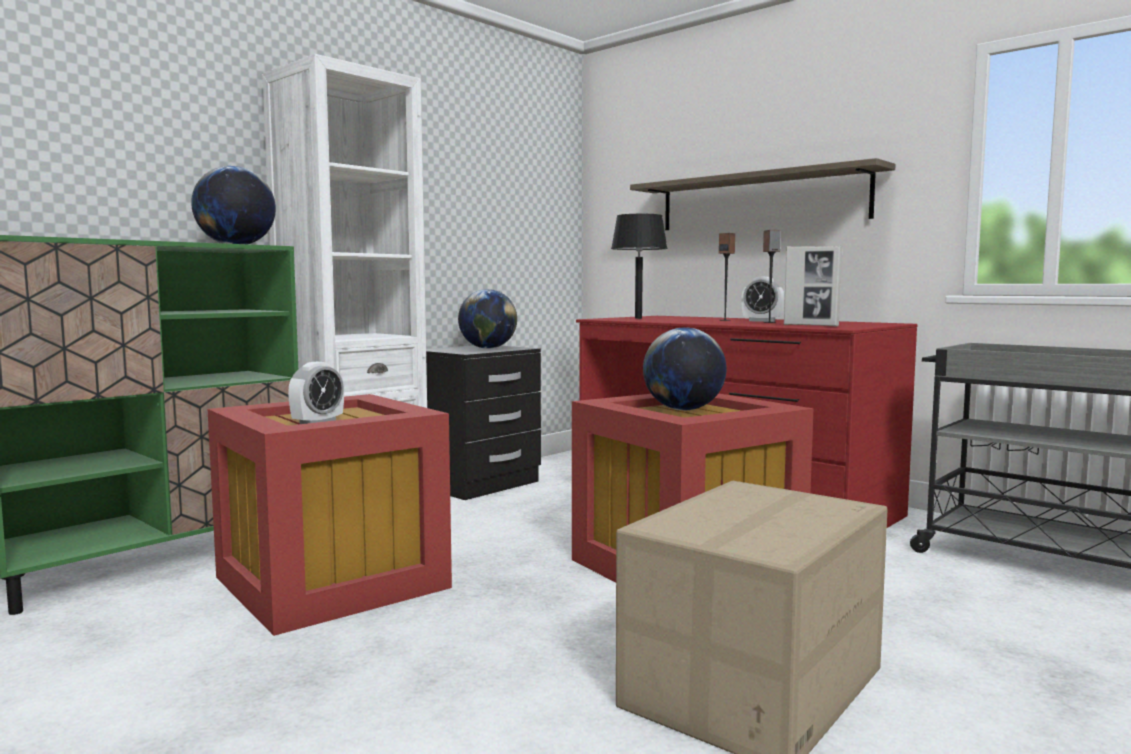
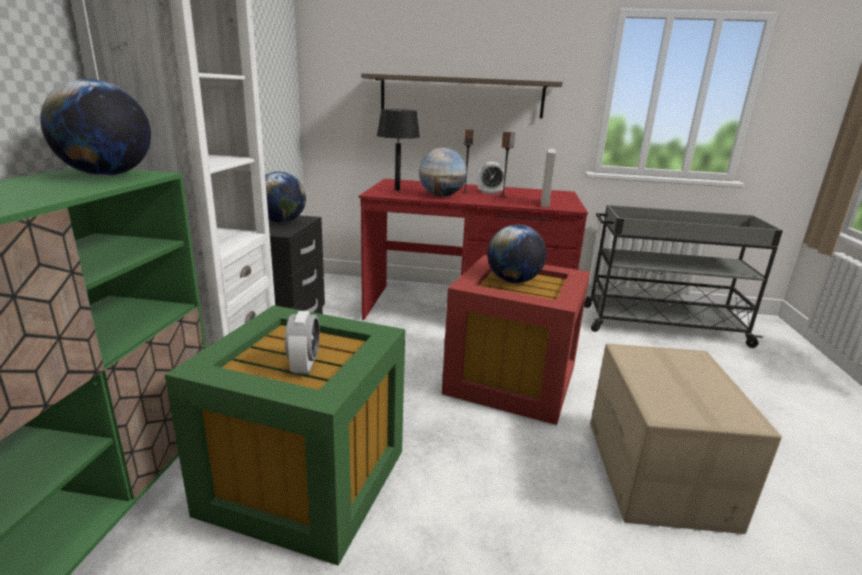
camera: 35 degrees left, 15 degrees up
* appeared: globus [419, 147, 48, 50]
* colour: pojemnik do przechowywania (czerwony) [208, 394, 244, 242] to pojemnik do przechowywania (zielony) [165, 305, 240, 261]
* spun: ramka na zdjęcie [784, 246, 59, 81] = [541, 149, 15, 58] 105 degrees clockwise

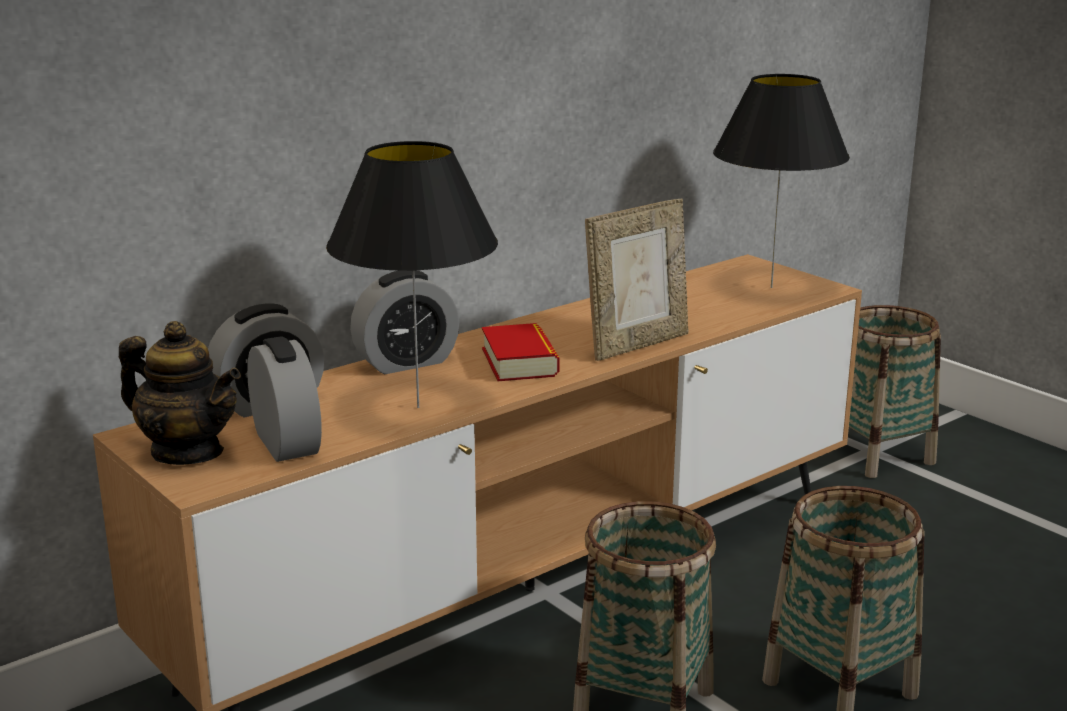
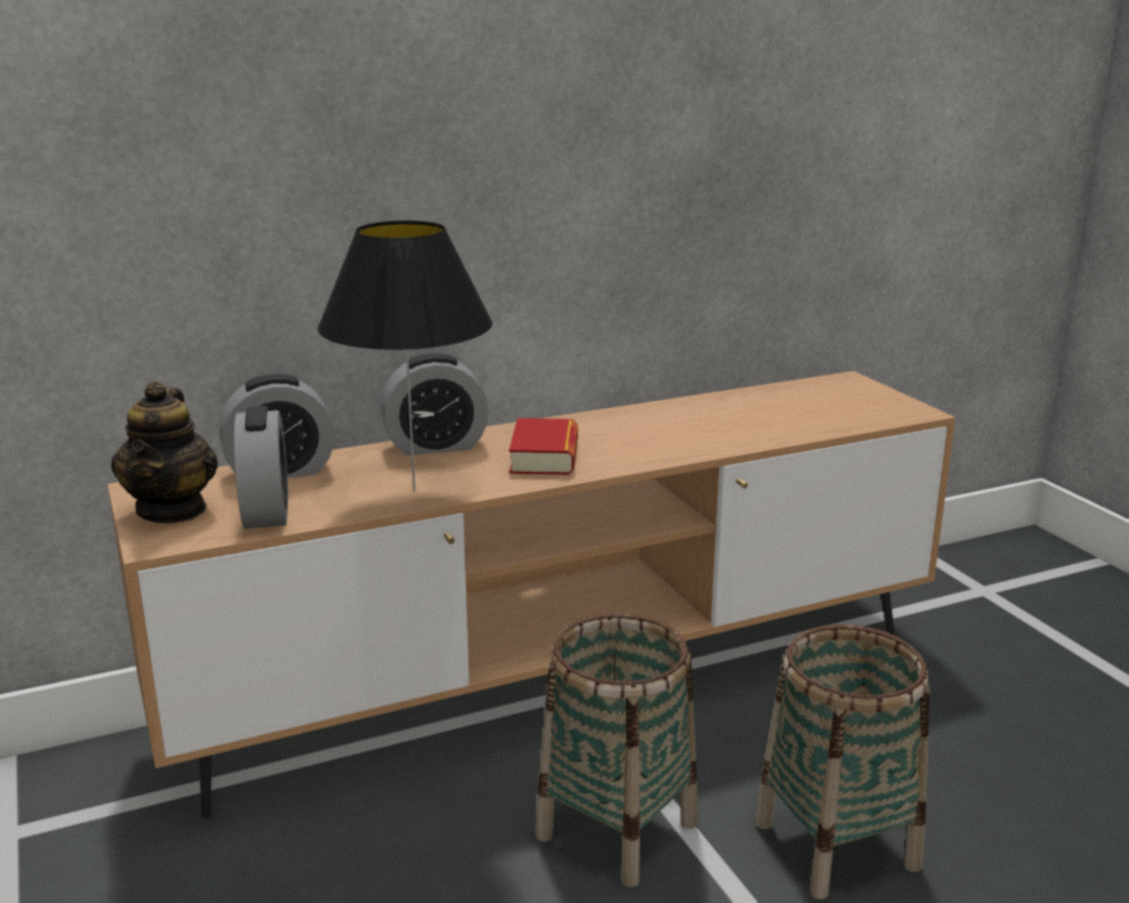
camera: 15 degrees right, 0 degrees up
* missing: ramka na zdjęcie [585, 199, 104, 162]
* missing: lampa stołowa (czarny) [713, 74, 137, 214]
* missing: koszyk [849, 305, 92, 173]
* spun: imbryk [119, 321, 122, 144] = [111, 381, 107, 142] 45 degrees clockwise

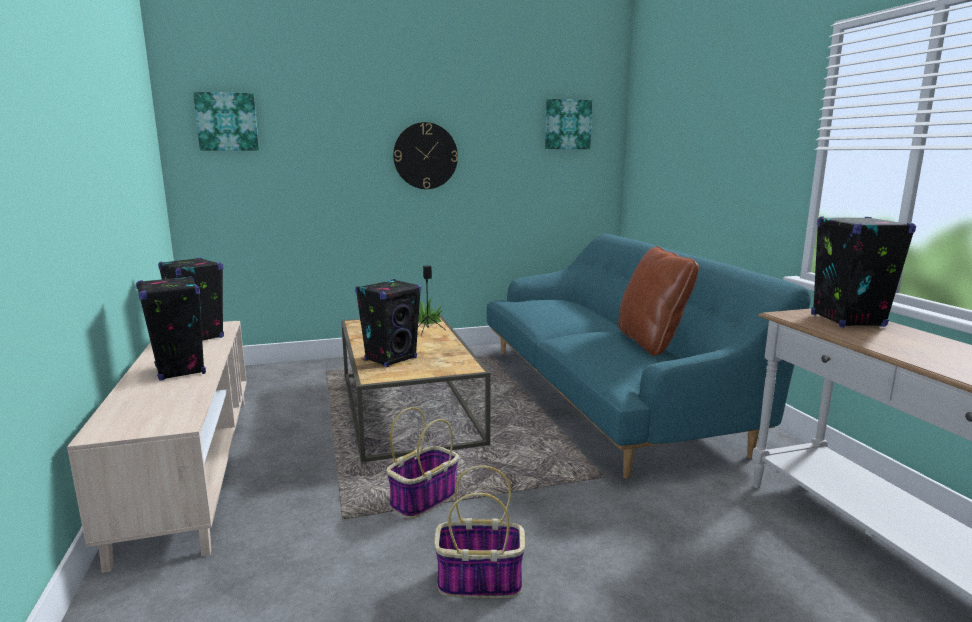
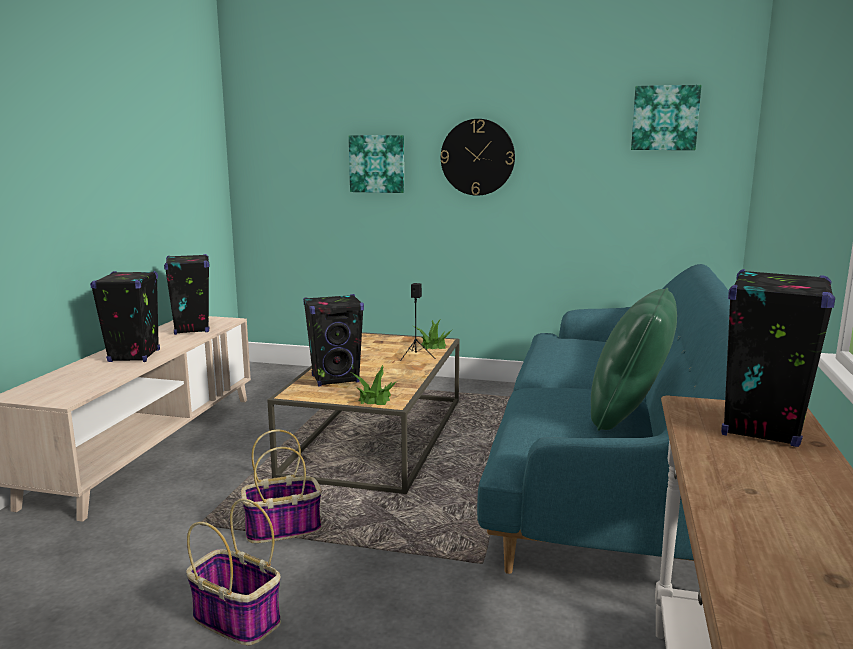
camera: 30 degrees right, 0 degrees up
* appeared: roślina doniczkowa [351, 365, 45, 40]
* relocated: obraz [193, 92, 66, 59] to [349, 135, 55, 58]
* colour: poduszka (brązowy) [618, 246, 81, 110] to poduszka (zielony) [591, 288, 86, 143]

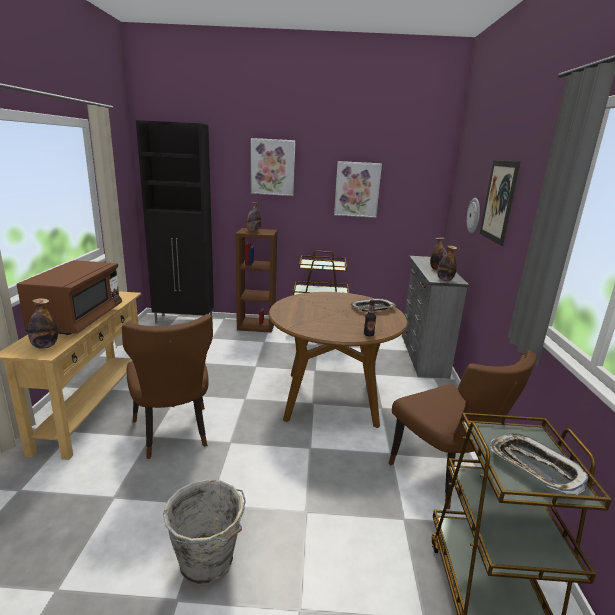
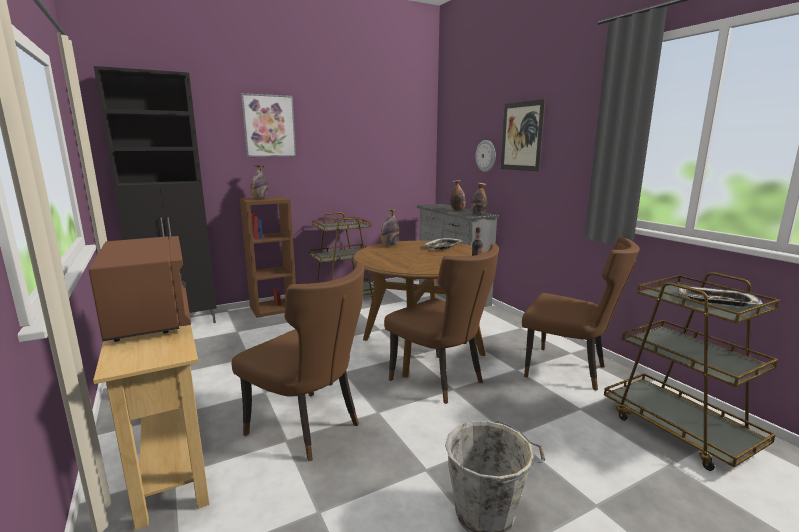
camera: 30 degrees left, 5 degrees down
* missing: obraz [334, 161, 48, 57]
* appeared: krzesło (brązowy) [384, 244, 115, 160]
* relocated: butelka [28, 298, 30, 51] to [381, 209, 18, 37]

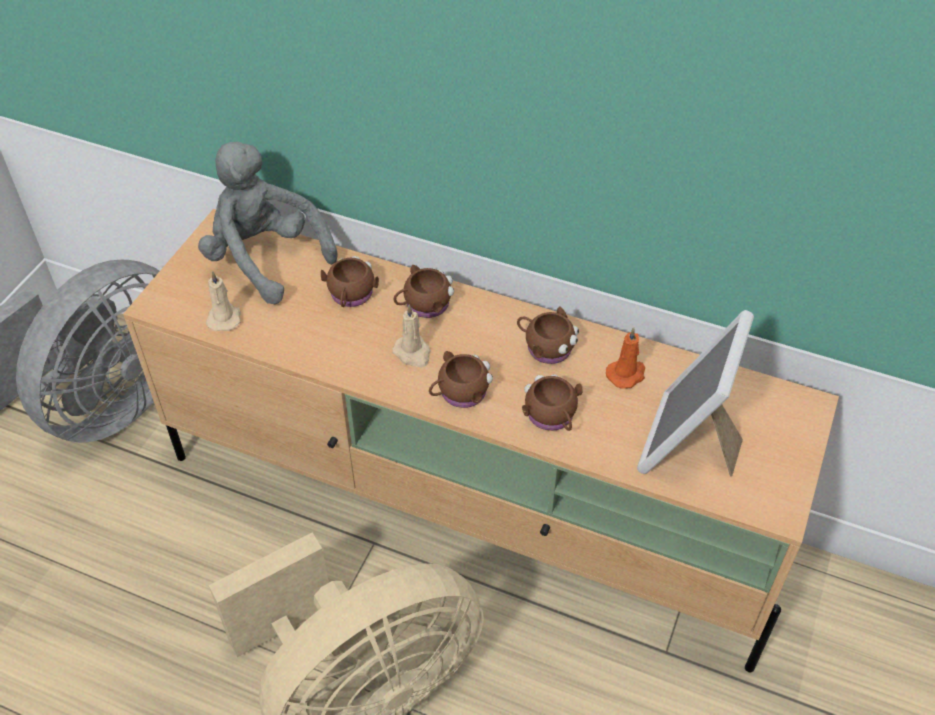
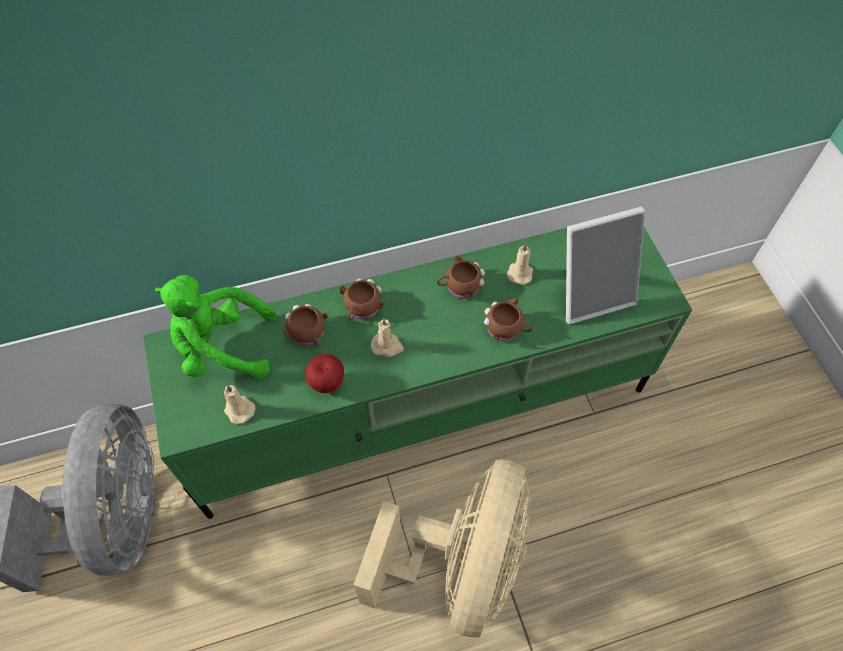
camera: 40 degrees left, 10 degrees up
* missing: kubek (brązowy) [429, 351, 64, 57]
* appeared: jabłko [305, 354, 39, 39]
* colour: szafka pod telewizor (beżowy) [123, 209, 716, 464] to szafka pod telewizor (zielony) [143, 227, 549, 292]
* colour: pluszak (szary) [198, 142, 140, 162] to pluszak (zielony) [155, 275, 121, 103]
* colour: świeca (pomarańczowy) [606, 327, 39, 62] to świeca (beżowy) [507, 243, 26, 42]
* spun: ramka na zdjęcie [637, 310, 117, 167] = [562, 207, 83, 117] 90 degrees counterclockwise

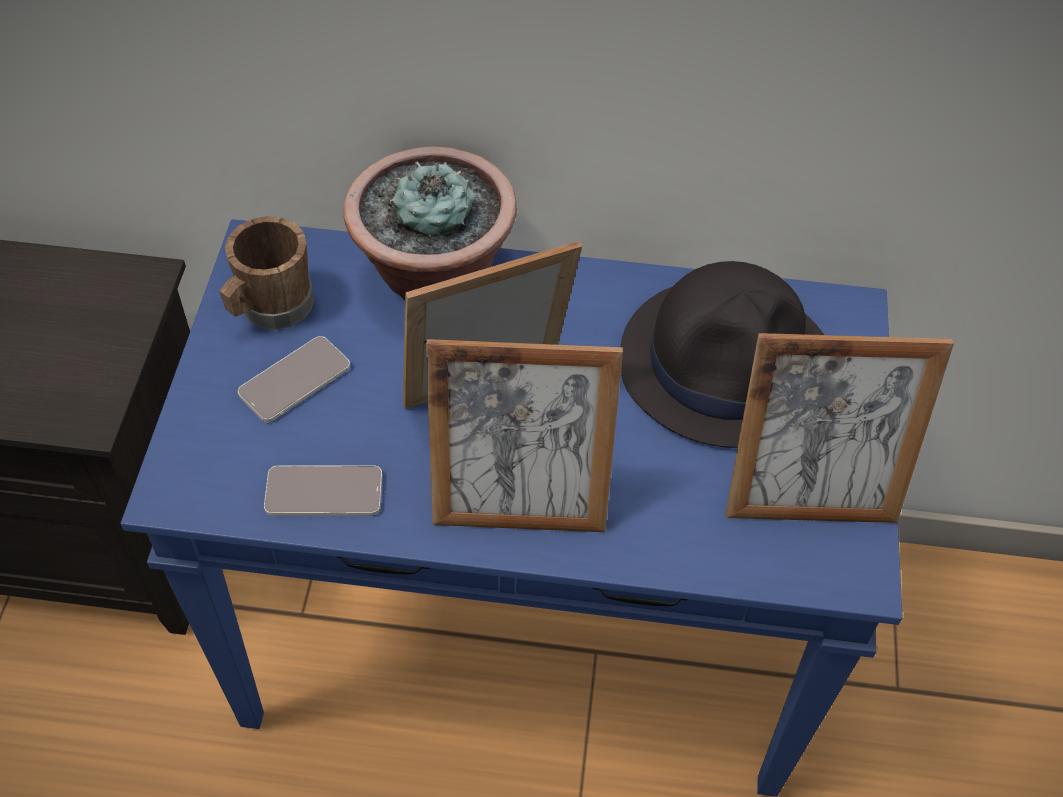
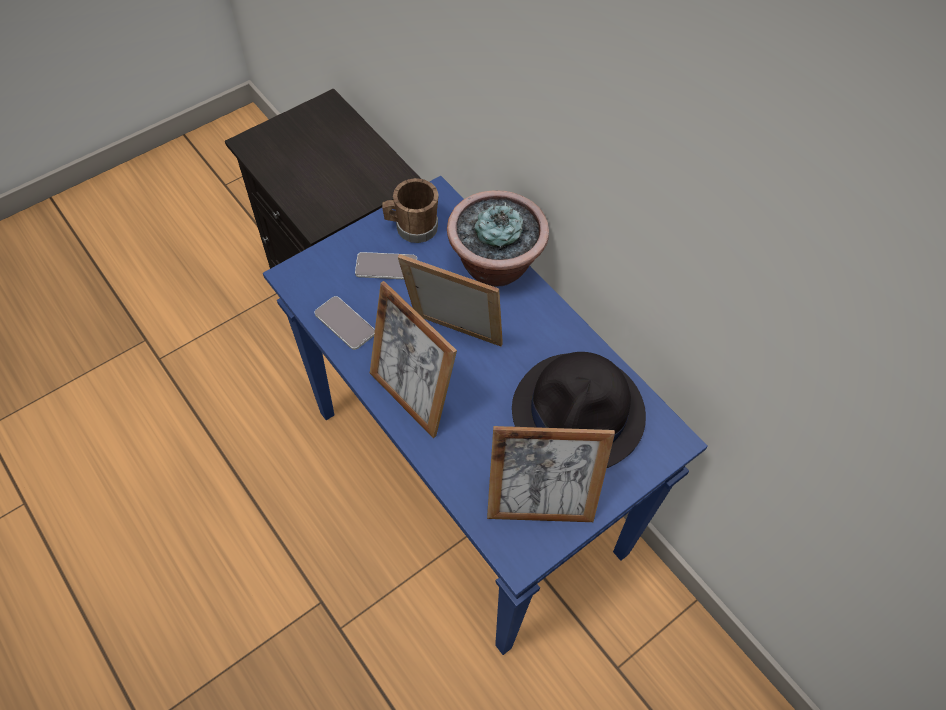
camera: 45 degrees right, 5 degrees up
* spun: ramka na zdjęcie [726, 333, 228, 190] = [487, 426, 128, 96] 45 degrees counterclockwise

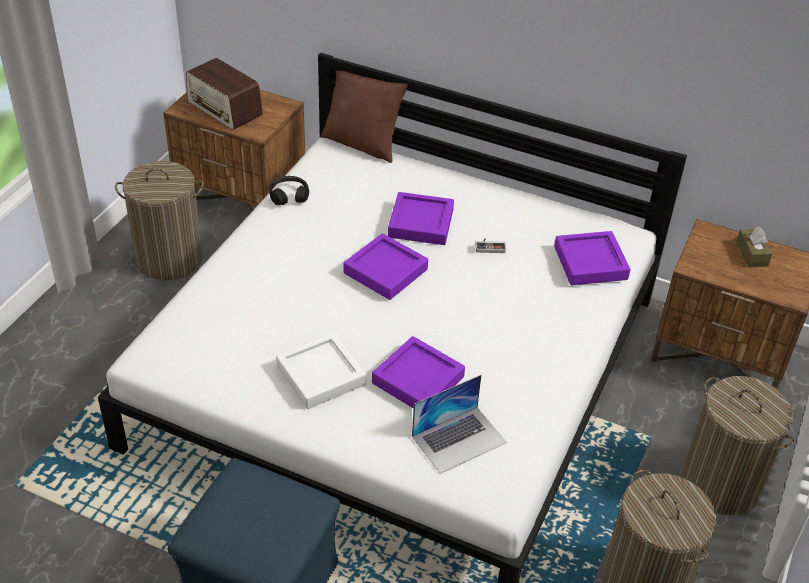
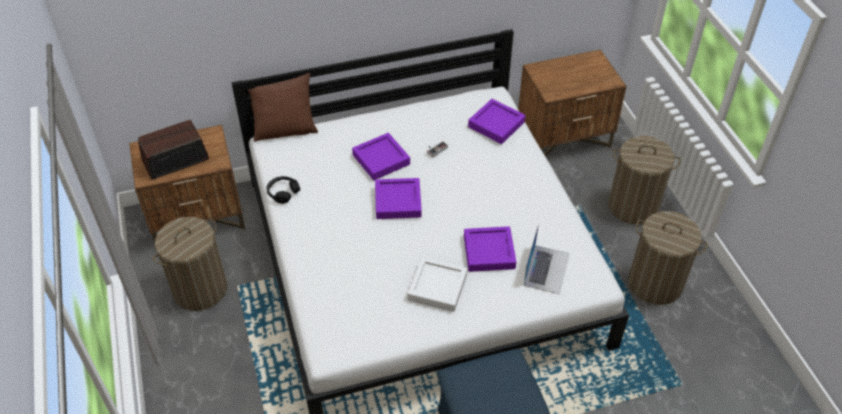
camera: 40 degrees left, 5 degrees up
* missing: pudełko chusteczek (brązowy) [736, 226, 36, 41]
* spun: radio [186, 58, 77, 72] = [138, 120, 71, 59] 150 degrees clockwise

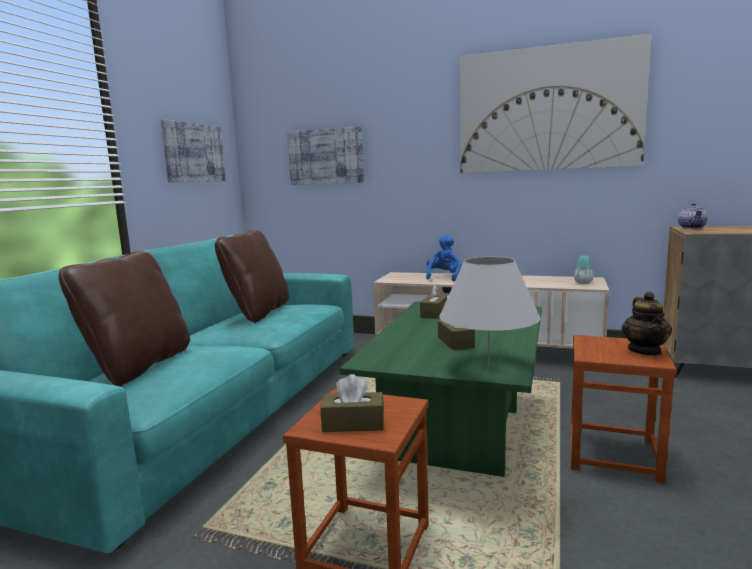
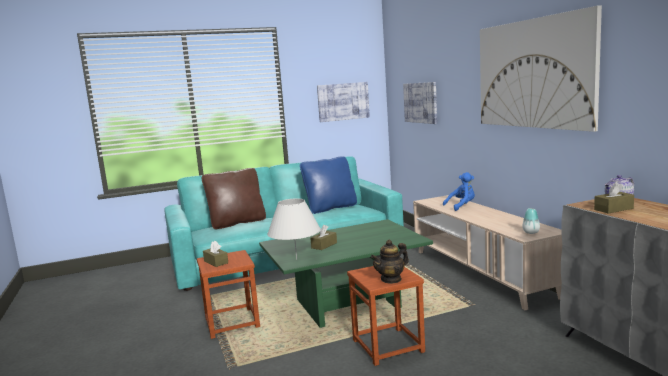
camera: 50 degrees right, 0 degrees up
* relocated: pudełko chusteczek (brązowy) [420, 284, 27, 35] to [594, 182, 40, 31]
* colour: poduszka (brązowy) [215, 230, 74, 93] to poduszka (niebieski) [300, 156, 57, 58]

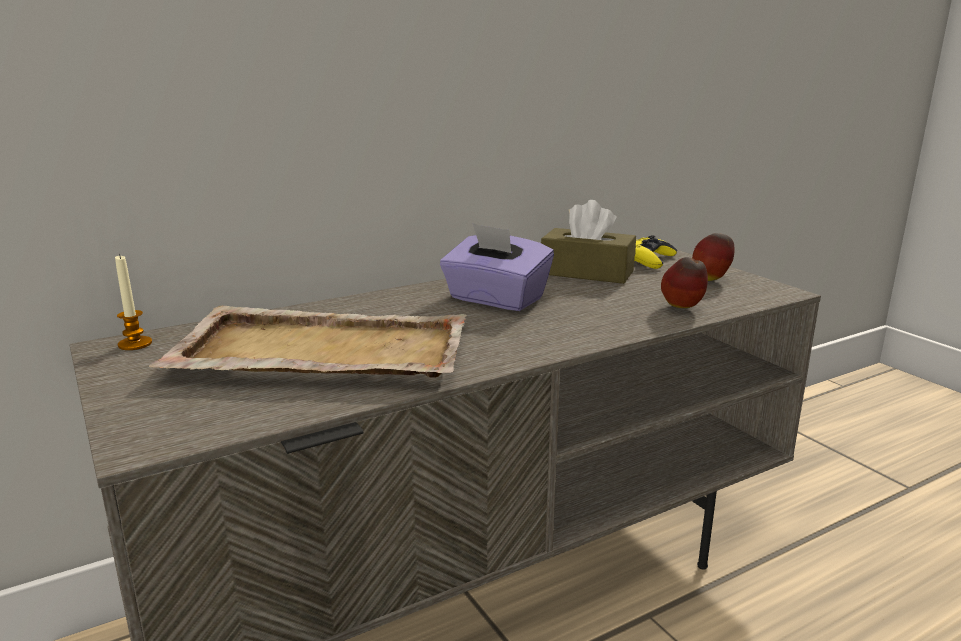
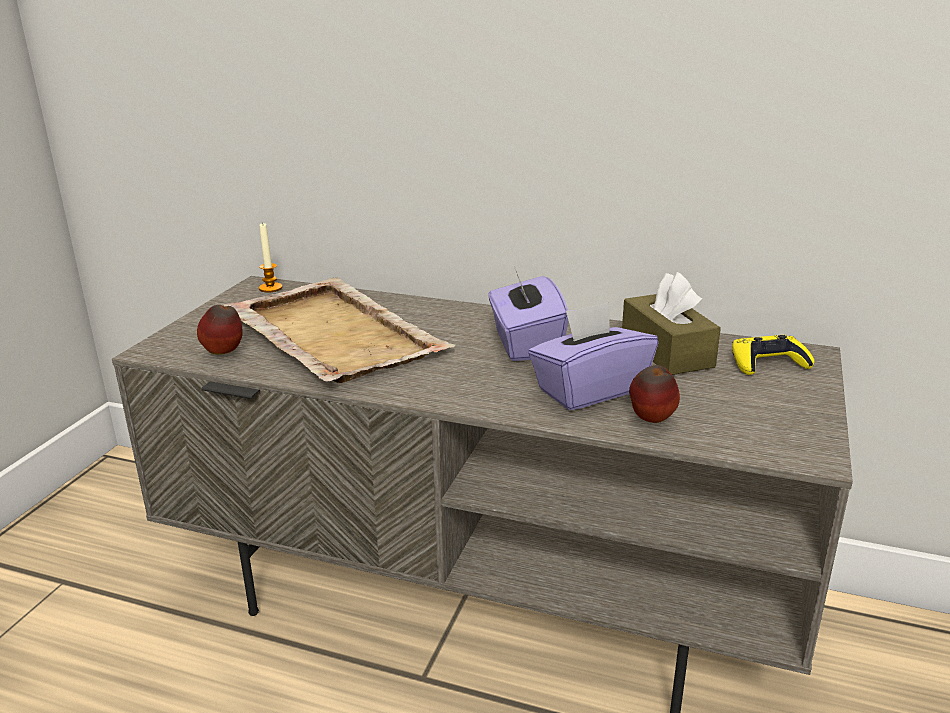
camera: 50 degrees right, 5 degrees up
* appeared: pudełko chusteczek (fioletowy) [528, 302, 130, 108]
* relocated: jabłko [692, 233, 43, 48] to [197, 305, 46, 50]

